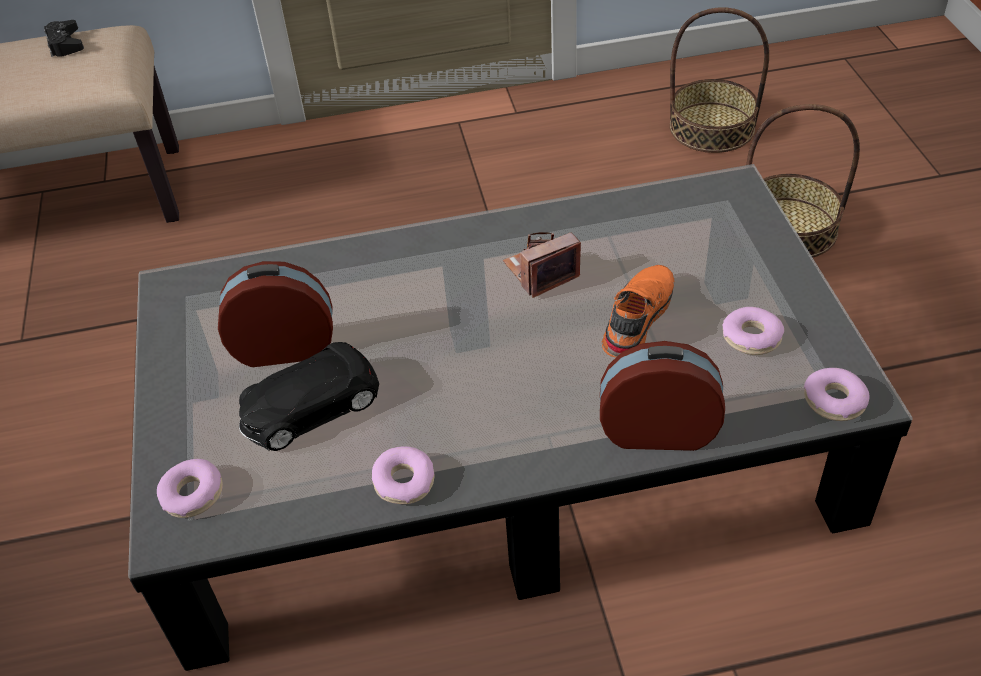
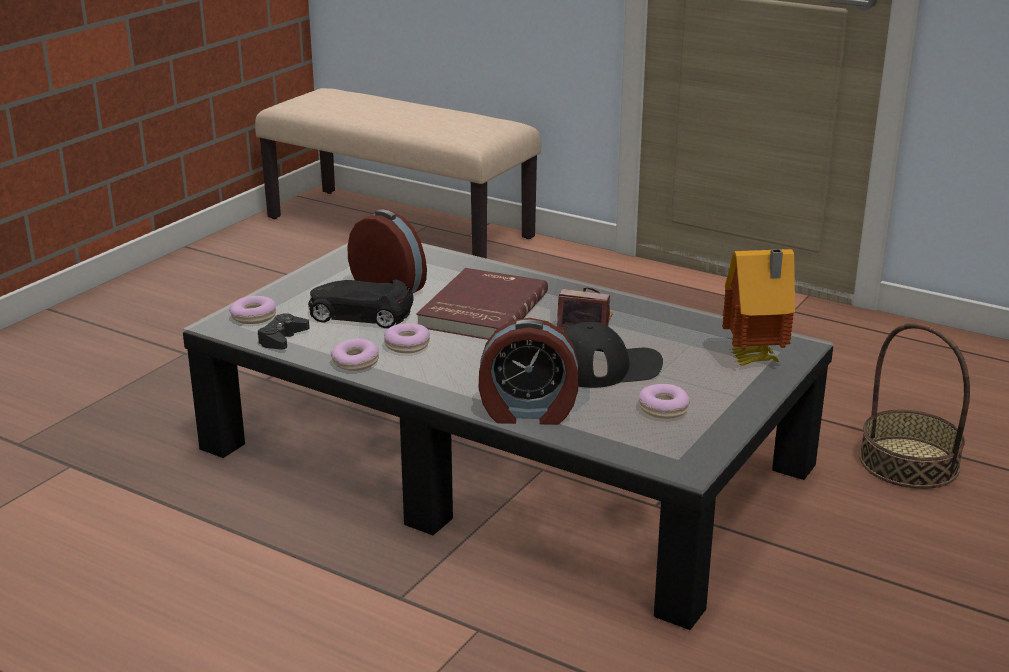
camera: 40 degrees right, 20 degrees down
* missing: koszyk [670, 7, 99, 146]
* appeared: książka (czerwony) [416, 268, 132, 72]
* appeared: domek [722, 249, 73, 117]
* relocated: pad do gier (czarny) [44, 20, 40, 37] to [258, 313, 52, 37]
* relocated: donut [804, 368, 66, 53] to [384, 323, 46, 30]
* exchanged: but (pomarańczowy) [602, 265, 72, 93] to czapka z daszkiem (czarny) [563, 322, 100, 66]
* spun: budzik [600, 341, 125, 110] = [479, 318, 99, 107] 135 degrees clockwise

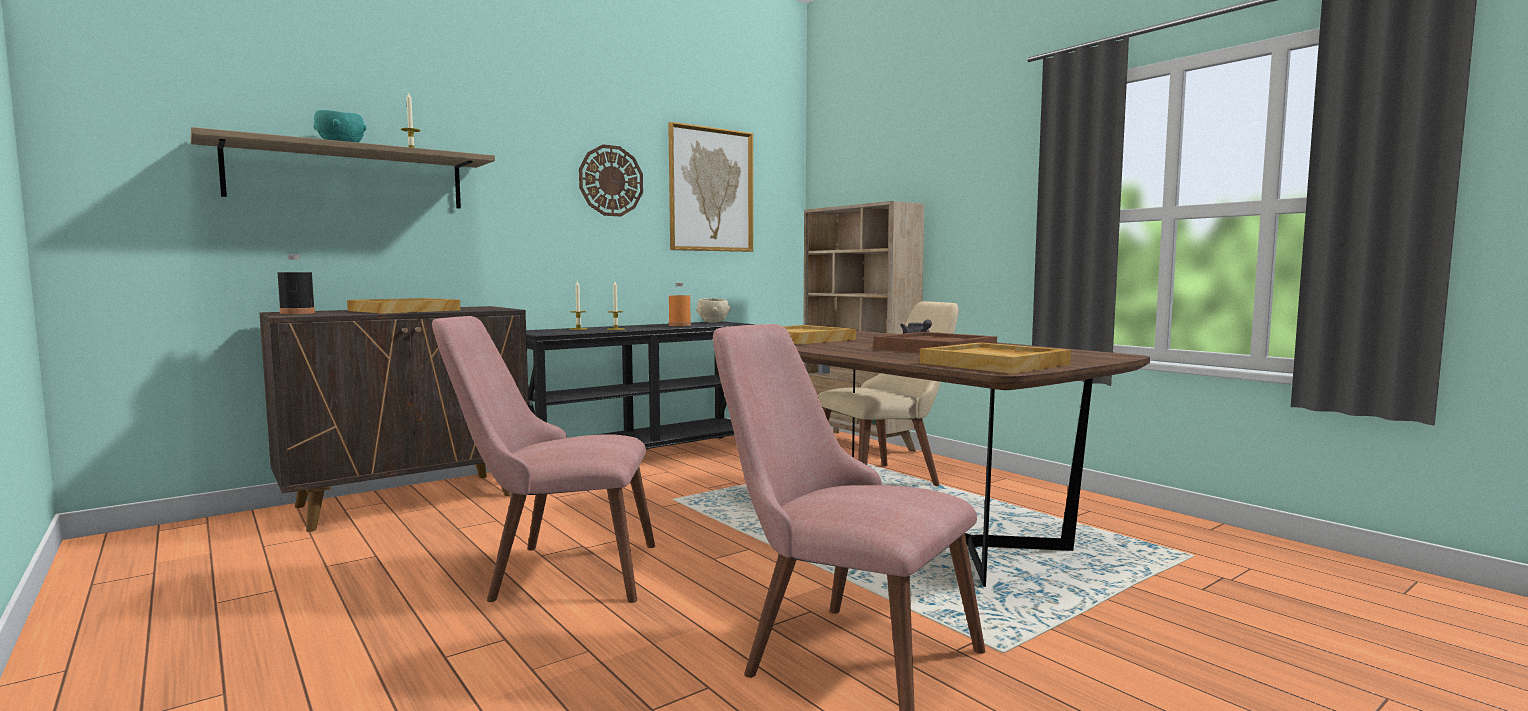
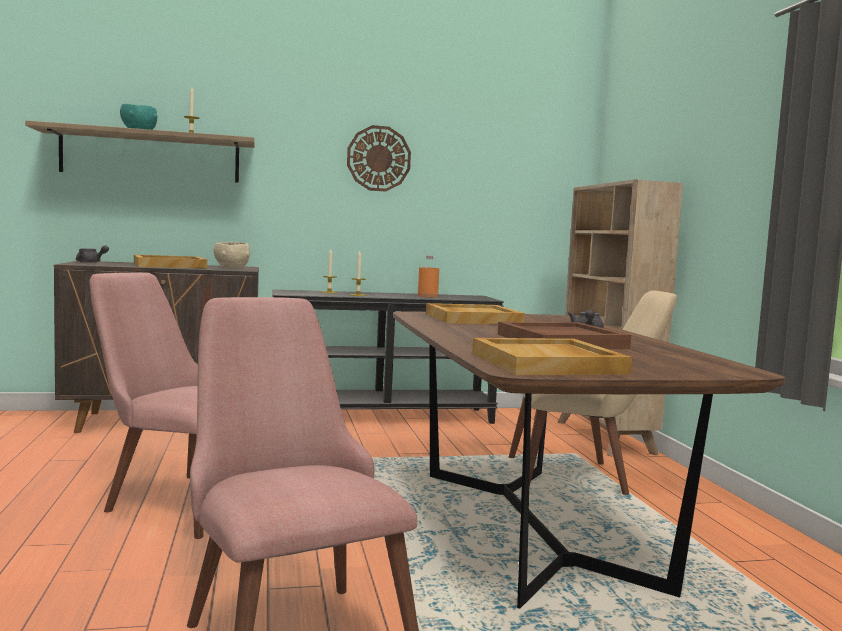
camera: 25 degrees right, 0 degrees up
* missing: obraz [668, 122, 85, 130]
* relocated: miska (beżowy) [696, 298, 34, 25] to [214, 242, 36, 27]
* exchanged: butelka (czarny) [278, 255, 37, 59] to imbryk (szary) [76, 245, 33, 18]

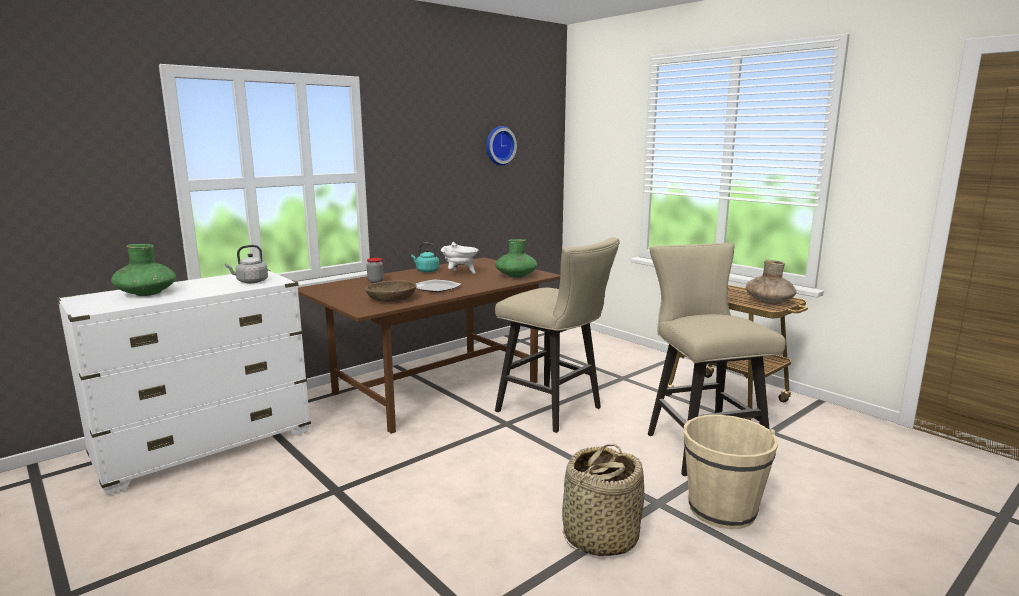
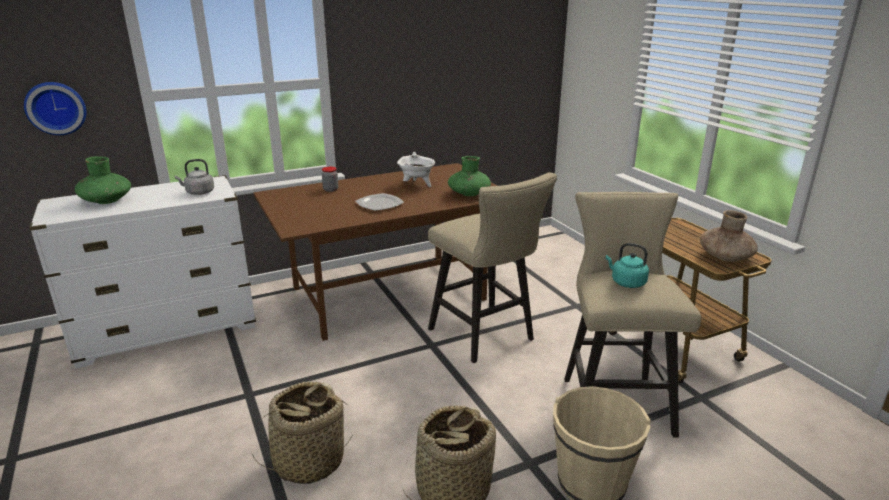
camera: 15 degrees right, 10 degrees up
* missing: miska (brązowy) [365, 280, 51, 22]
* appeared: koszyk [252, 382, 100, 102]
* relocated: czajnik (turkusowy) [411, 243, 28, 30] to [606, 243, 43, 45]
* relocated: zegar ścienny [486, 126, 31, 40] to [24, 82, 63, 53]

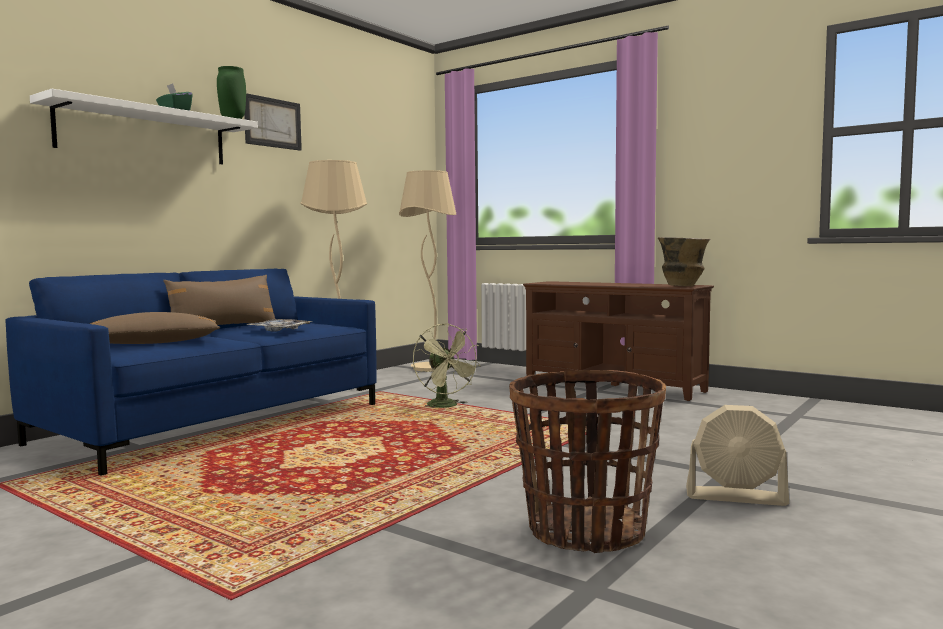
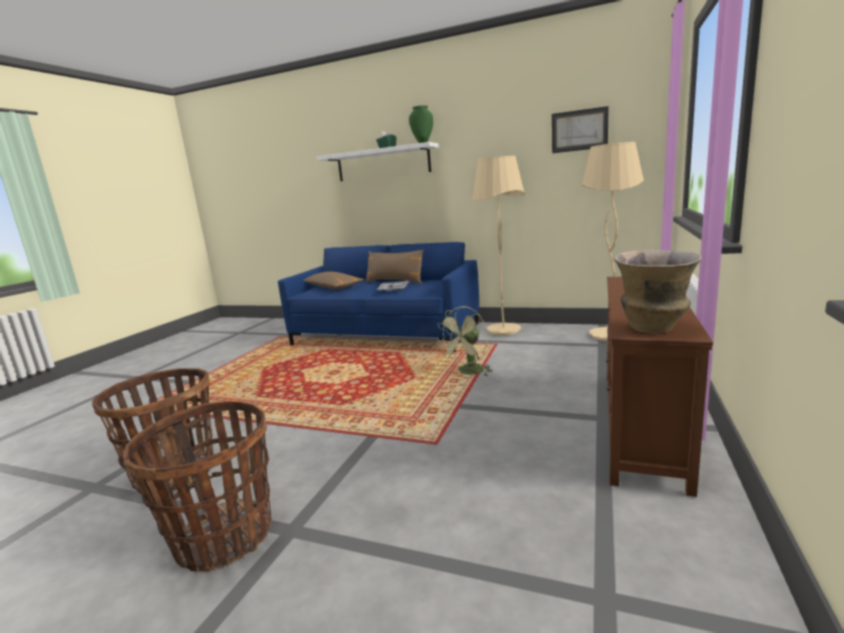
camera: 75 degrees right, 10 degrees up
* relocated: obraz [244, 93, 58, 58] to [552, 106, 57, 47]
* exchanged: wentylator (beżowy) [686, 405, 103, 101] to koszyk [123, 401, 149, 171]

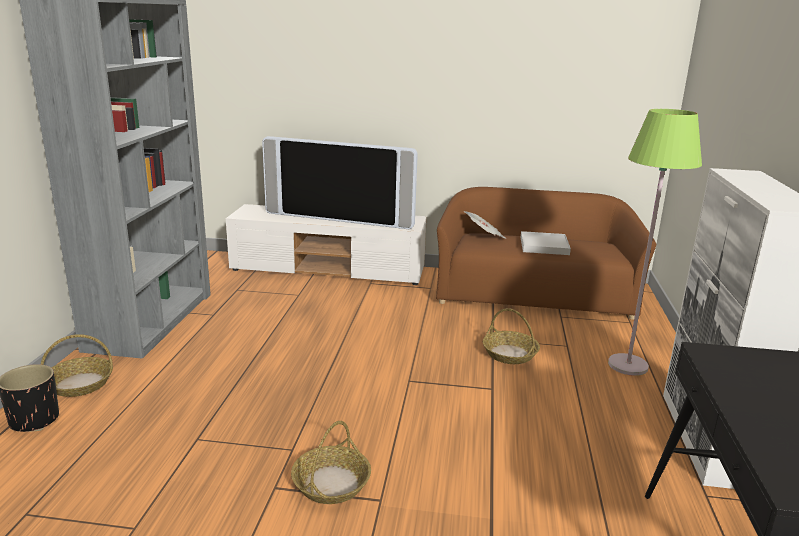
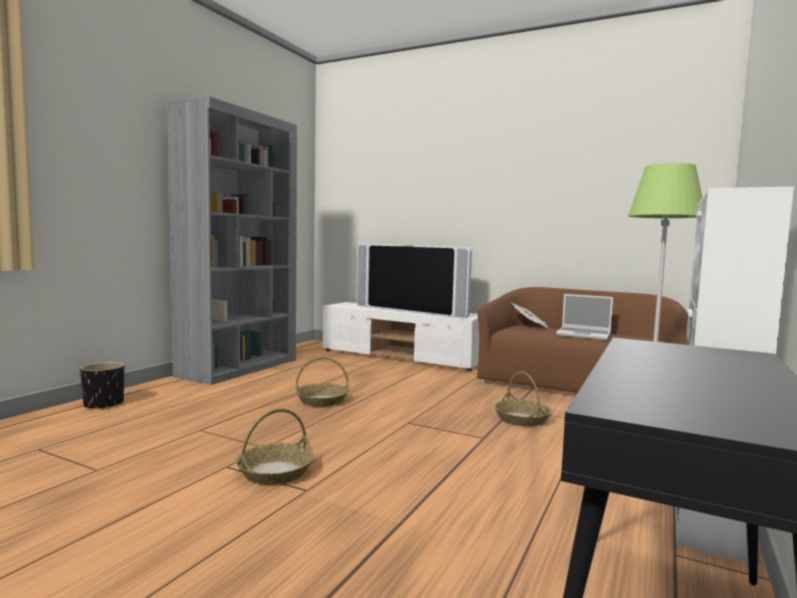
camera: 20 degrees right, 15 degrees down
* relocated: koszyk [41, 334, 72, 63] to [296, 357, 53, 50]
* exchanged: taca (biały) [521, 231, 50, 24] to laptop [556, 294, 57, 46]

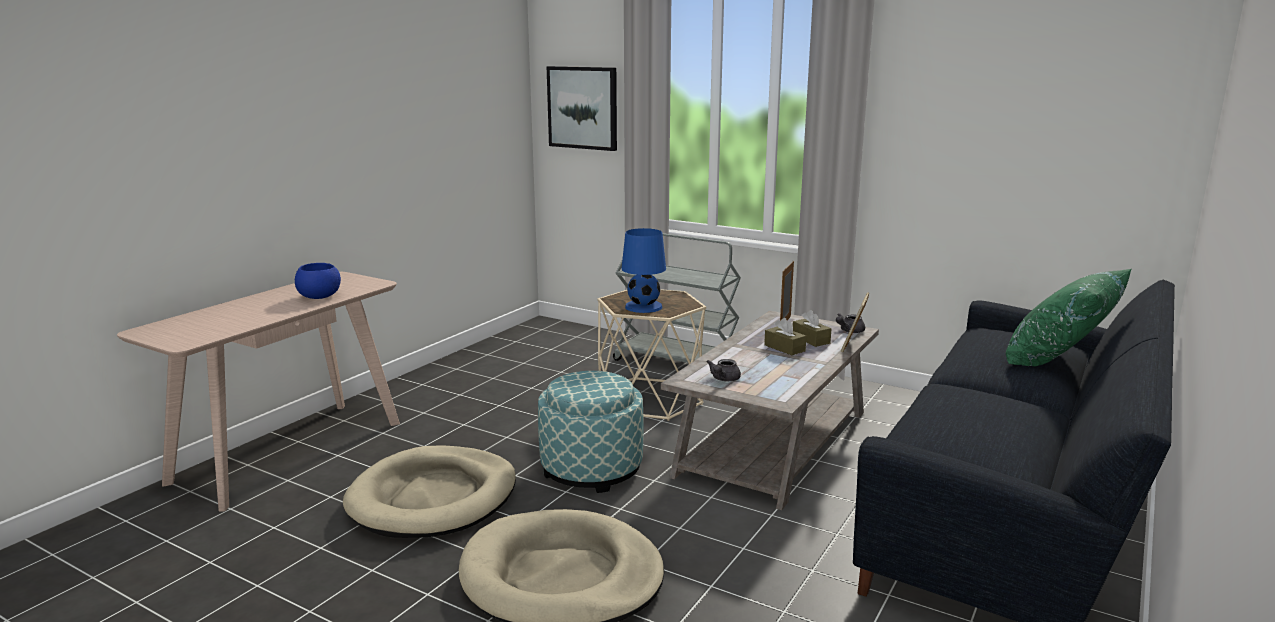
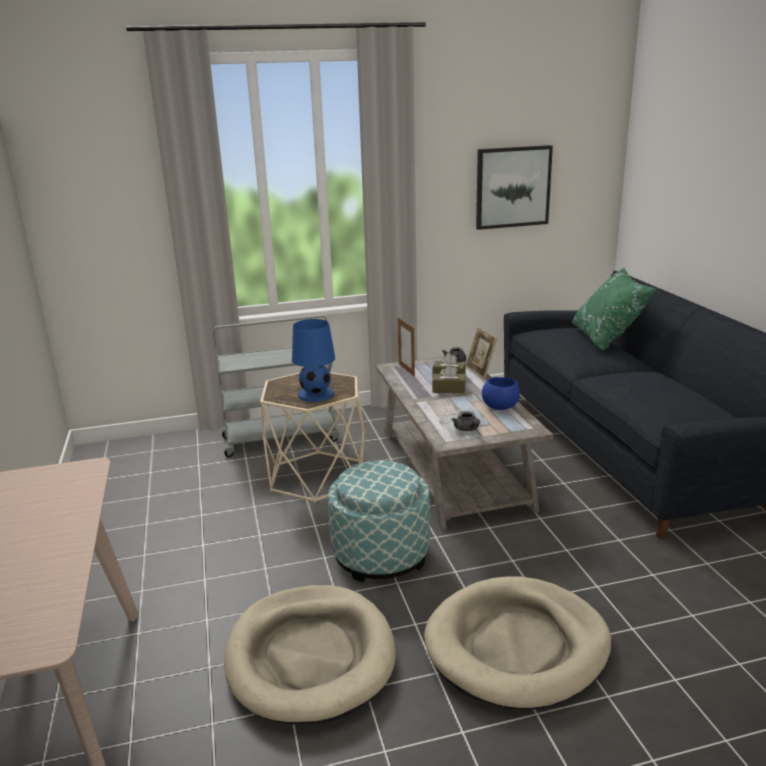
camera: 45 degrees left, 5 degrees up
* relocated: miska (niebieski) [295, 263, 46, 36] to [482, 377, 38, 33]
* relocated: obraz [547, 66, 70, 85] to [476, 145, 77, 85]

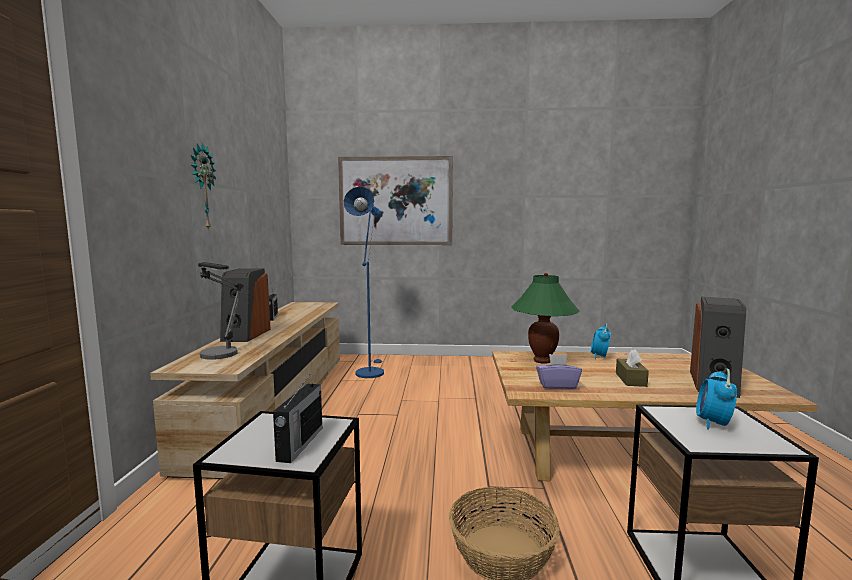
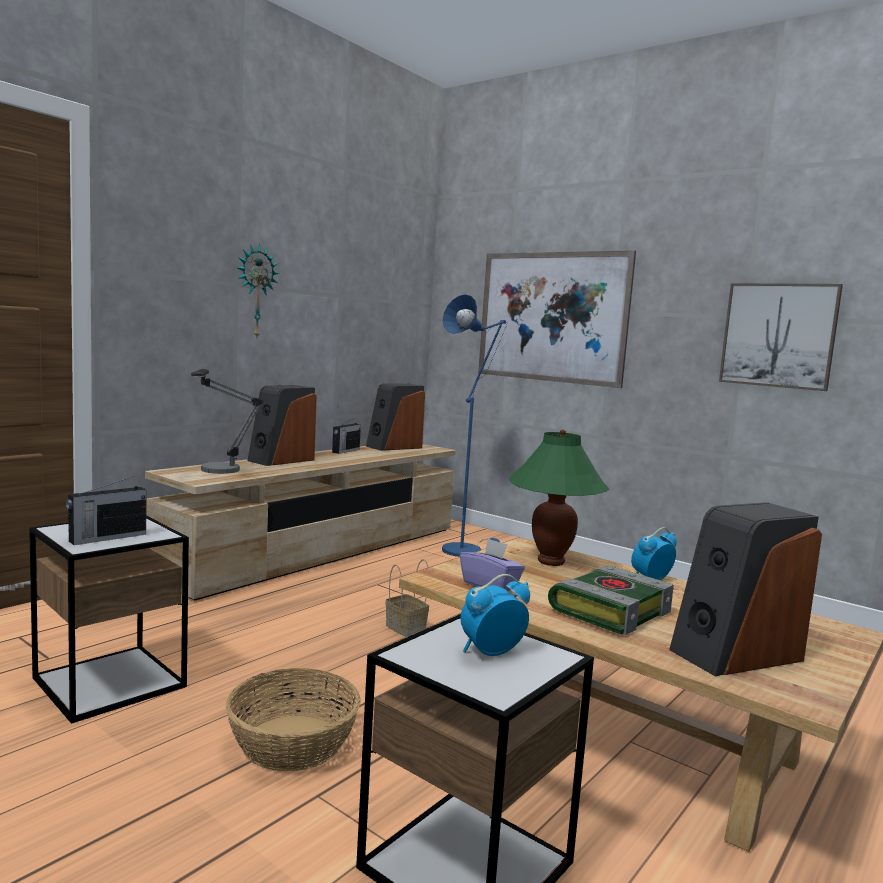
camera: 35 degrees right, 0 degrees up
* appeared: głośnik [366, 383, 59, 68]
* appeared: koszyk [386, 559, 43, 78]
* appeared: obraz [719, 283, 124, 108]
* exchanged: pudełko chusteczek (brązowy) [616, 349, 33, 38] to książka [548, 566, 126, 69]

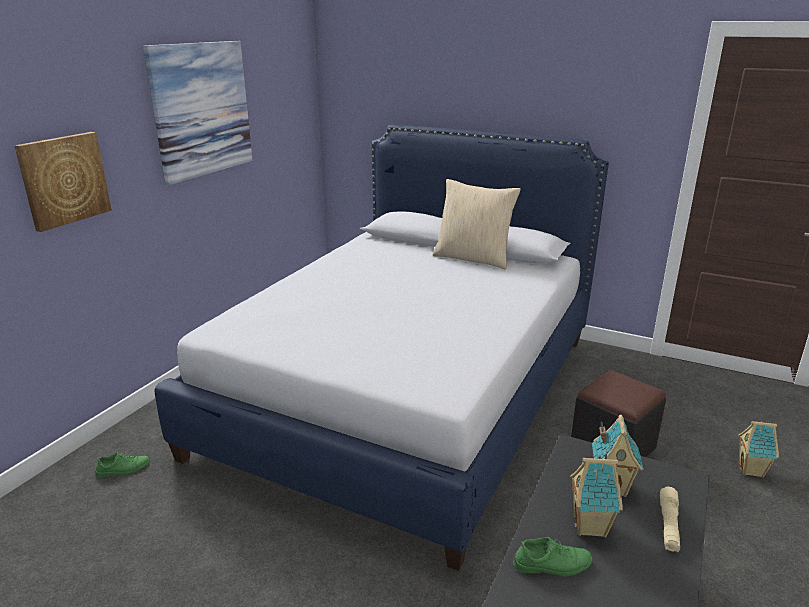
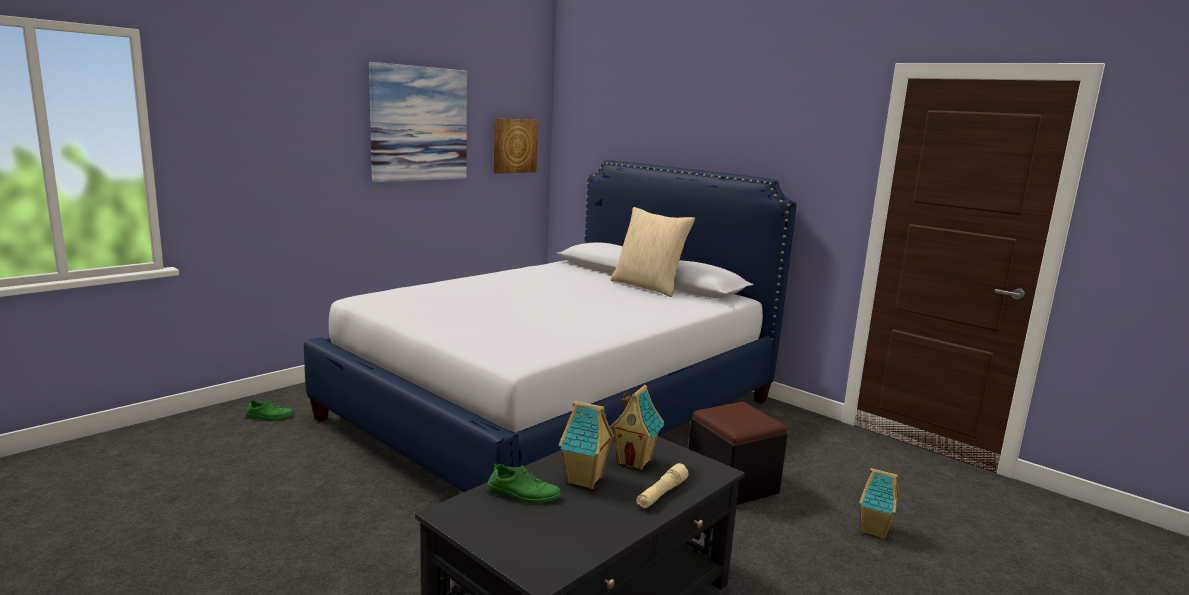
camera: 15 degrees right, 10 degrees down
* relocated: obraz [14, 132, 98, 100] to [494, 118, 44, 56]

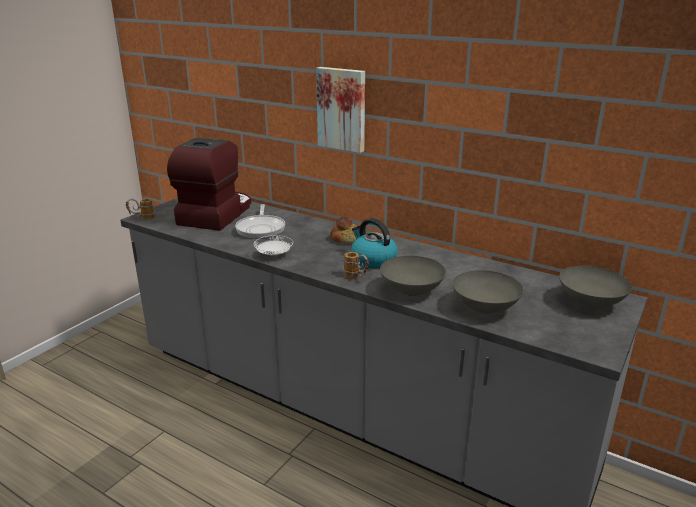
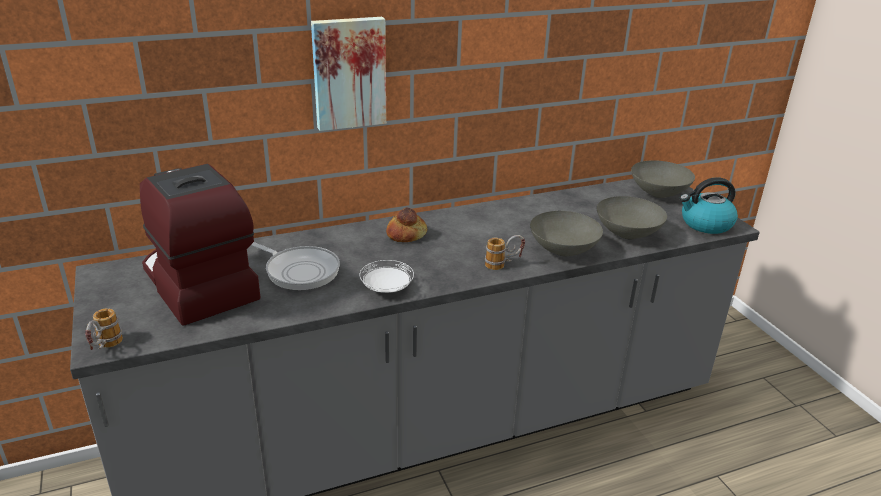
camera: 55 degrees left, 5 degrees up
* relocated: czajnik [351, 218, 47, 50] to [680, 177, 58, 57]

